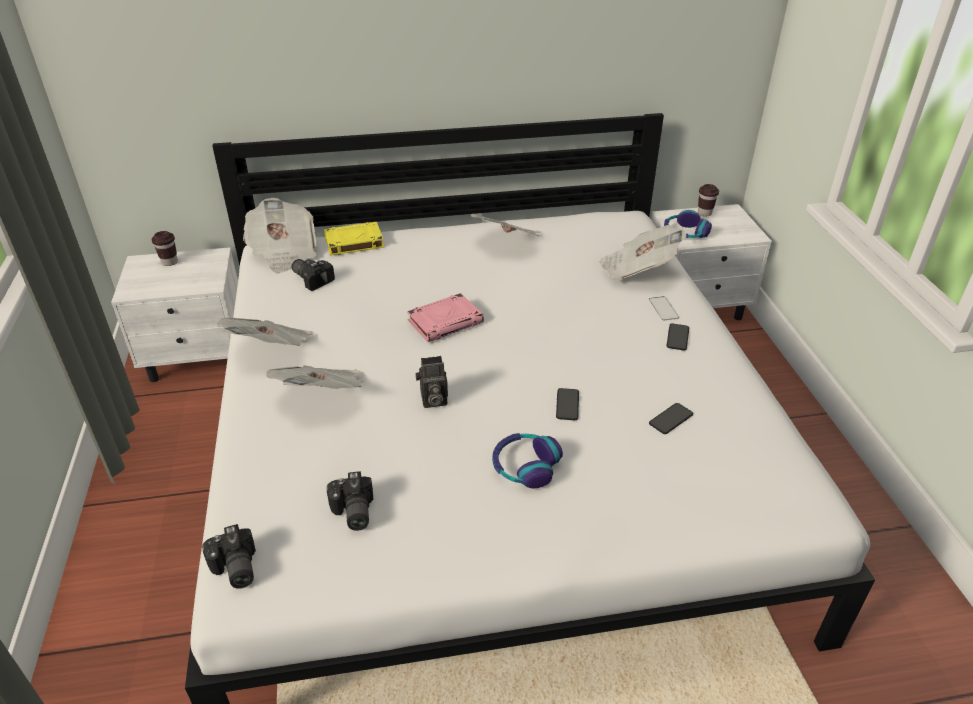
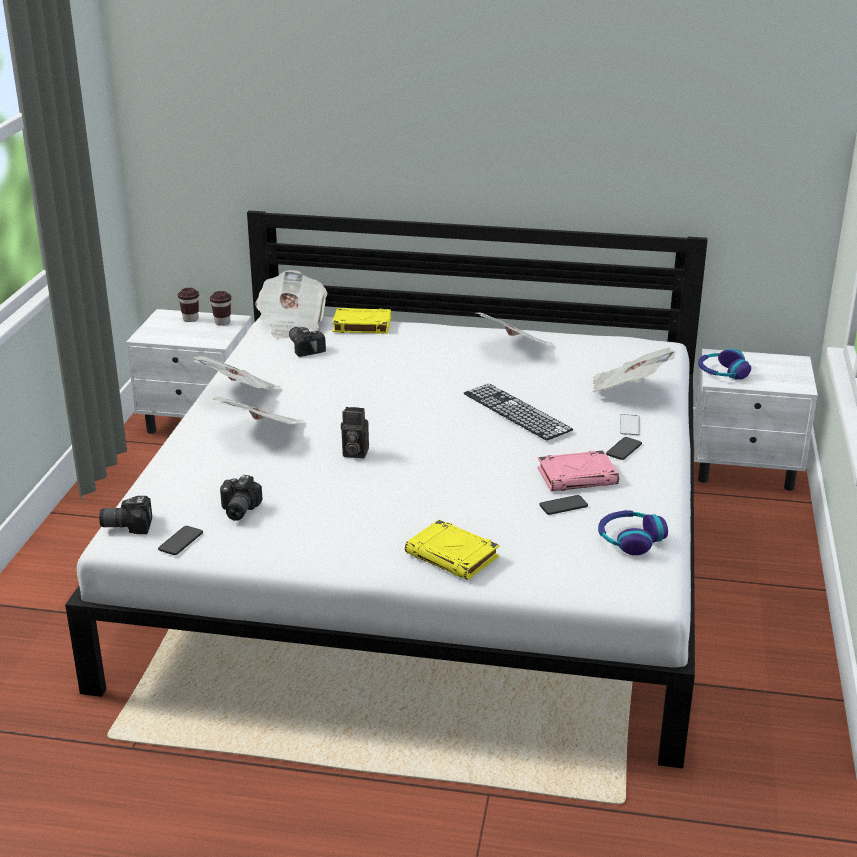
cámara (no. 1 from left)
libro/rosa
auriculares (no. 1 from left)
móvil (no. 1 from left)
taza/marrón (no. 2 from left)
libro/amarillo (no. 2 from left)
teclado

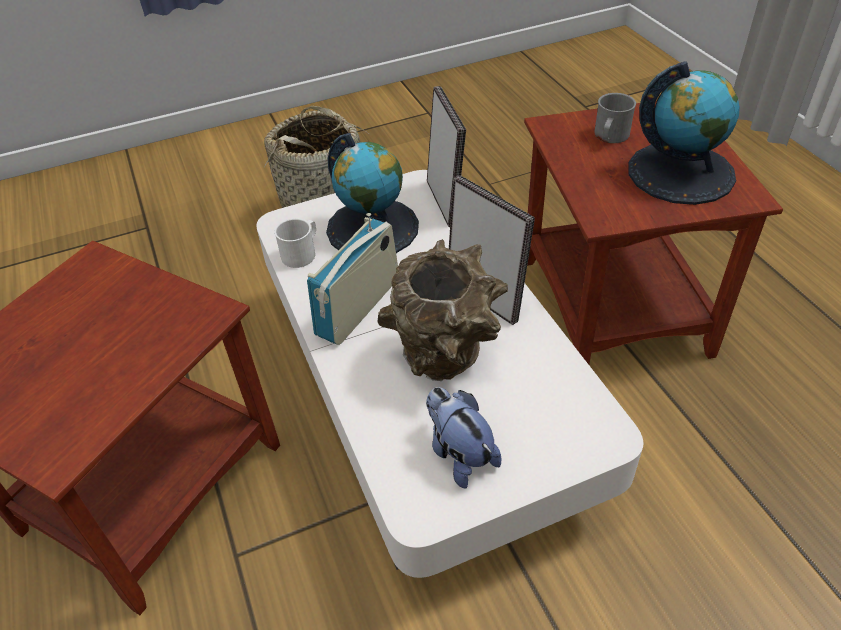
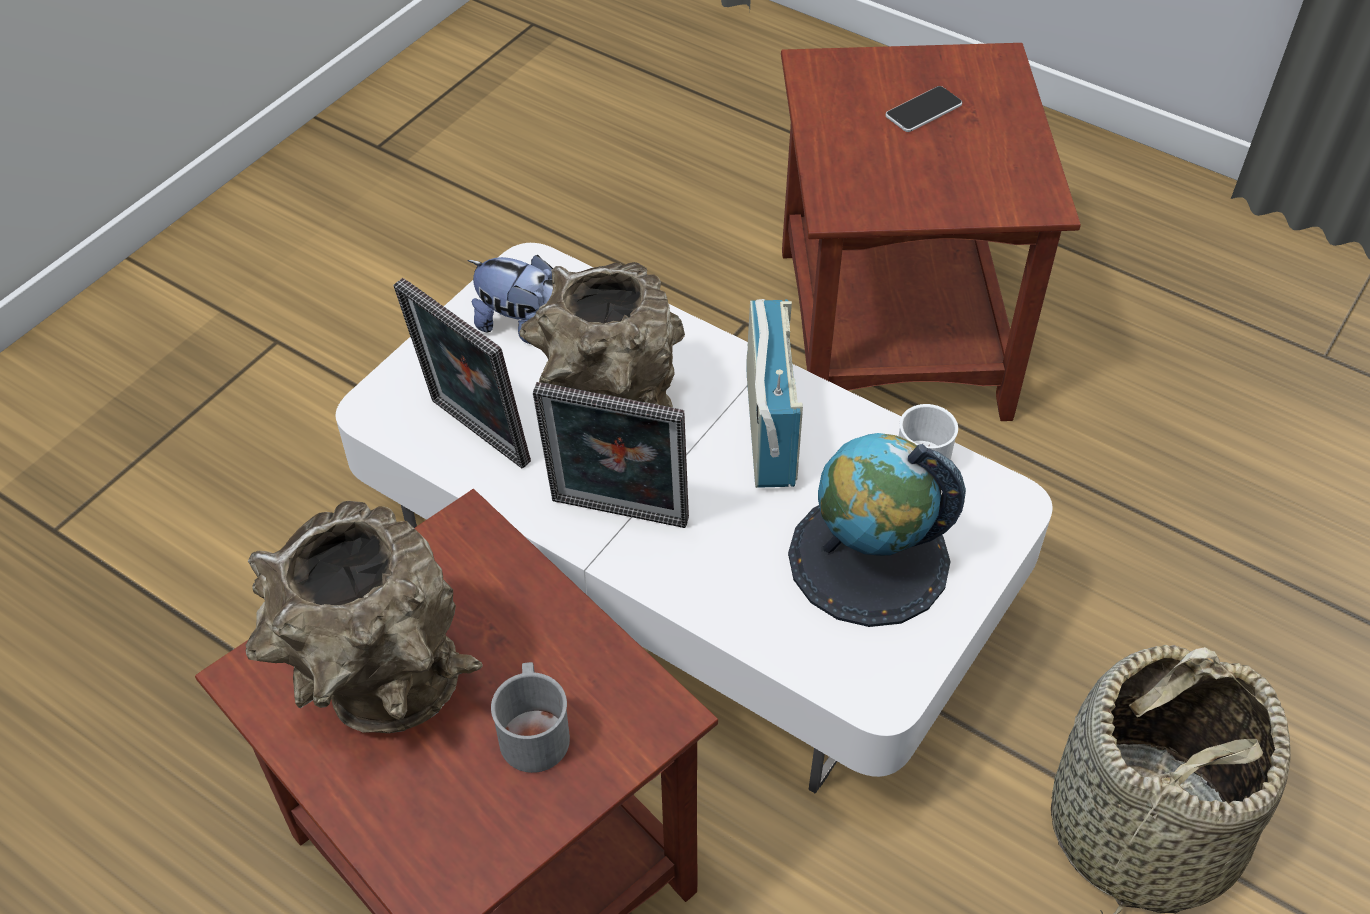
portarretratos (no. 1 from left)
florero/marrón (no. 1 from left)
móvil

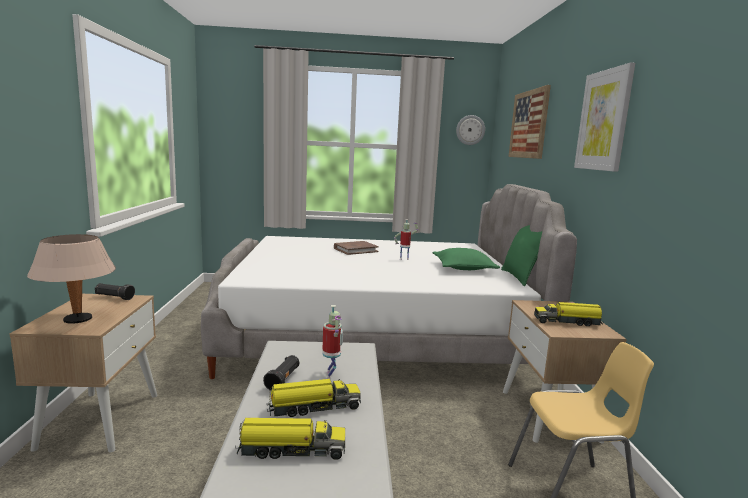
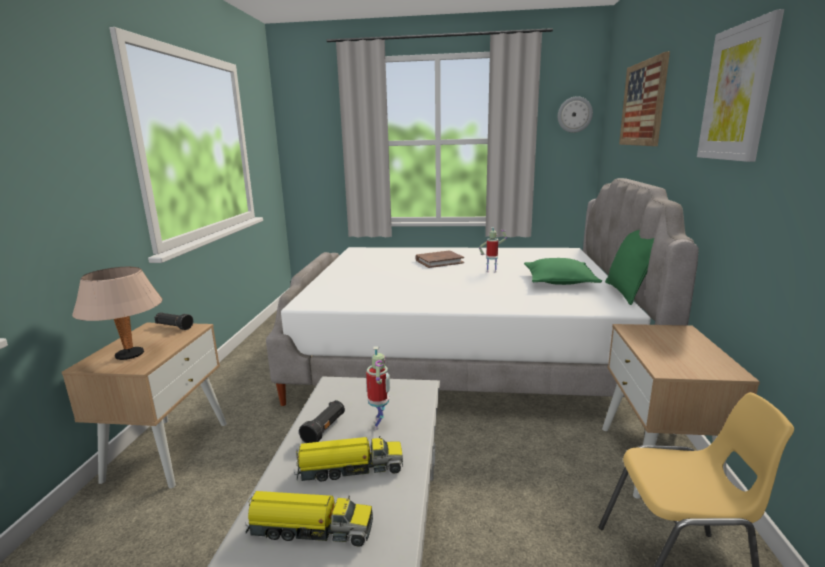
camión de juguete (no. 3 from left in the first image)

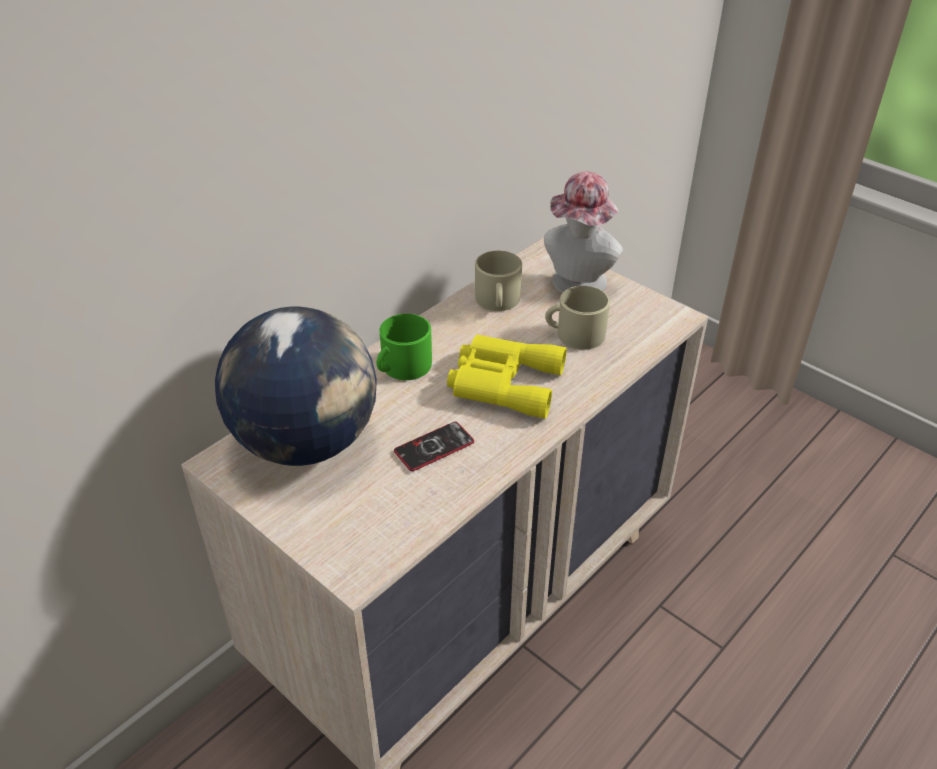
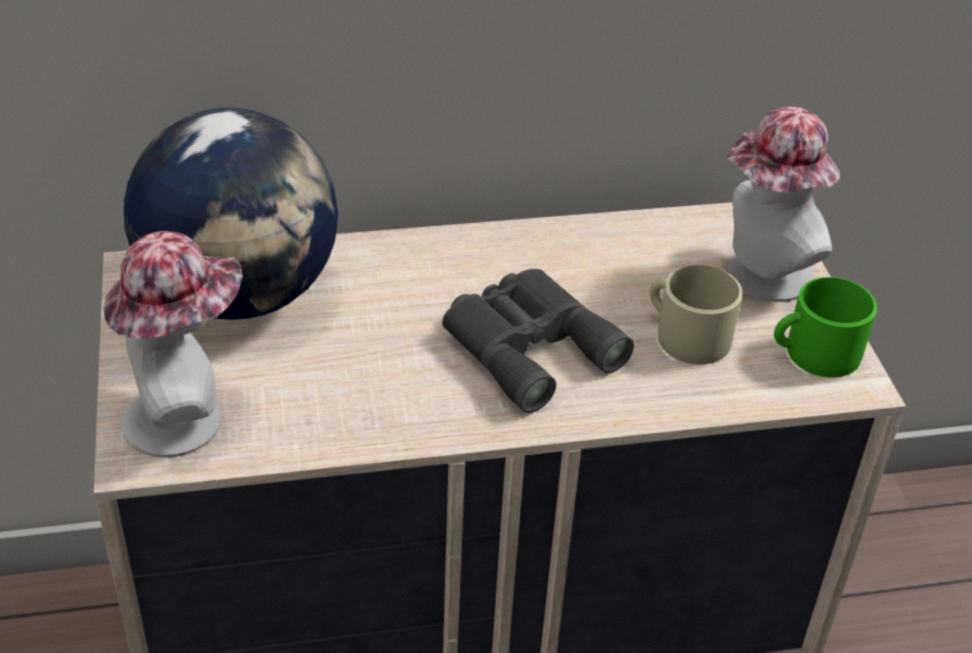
taza grande/verde
móvil
prismáticos/gris
taza grande/beis (no. 1 from left in the first image)
sombrero (no. 1 from left)

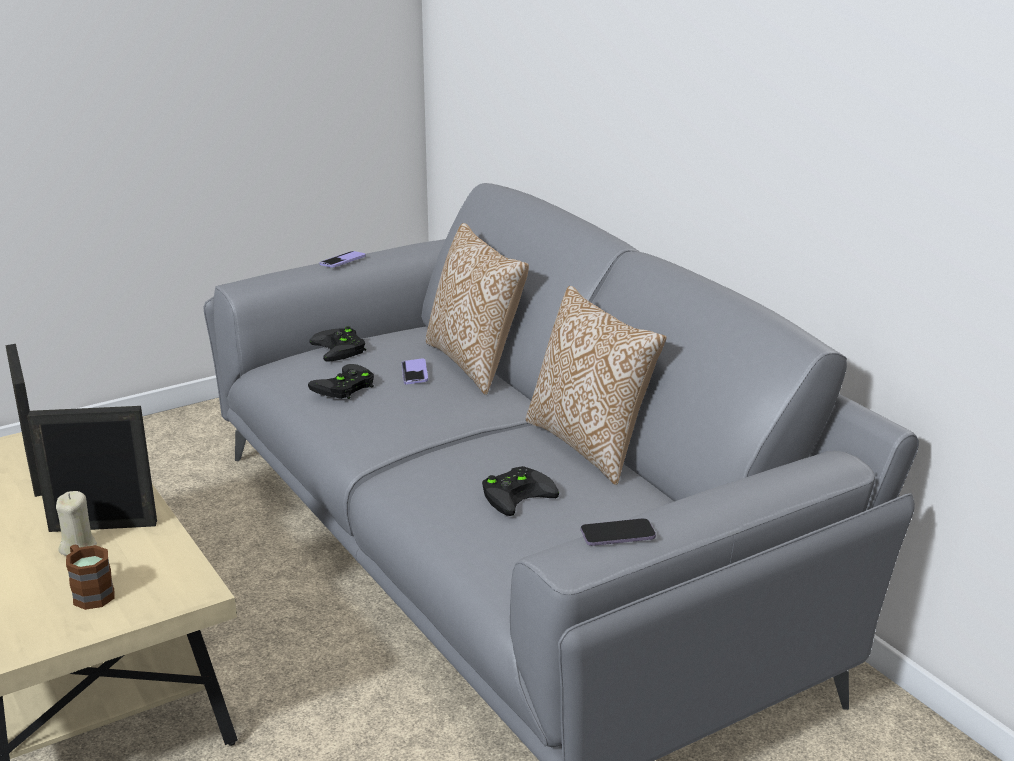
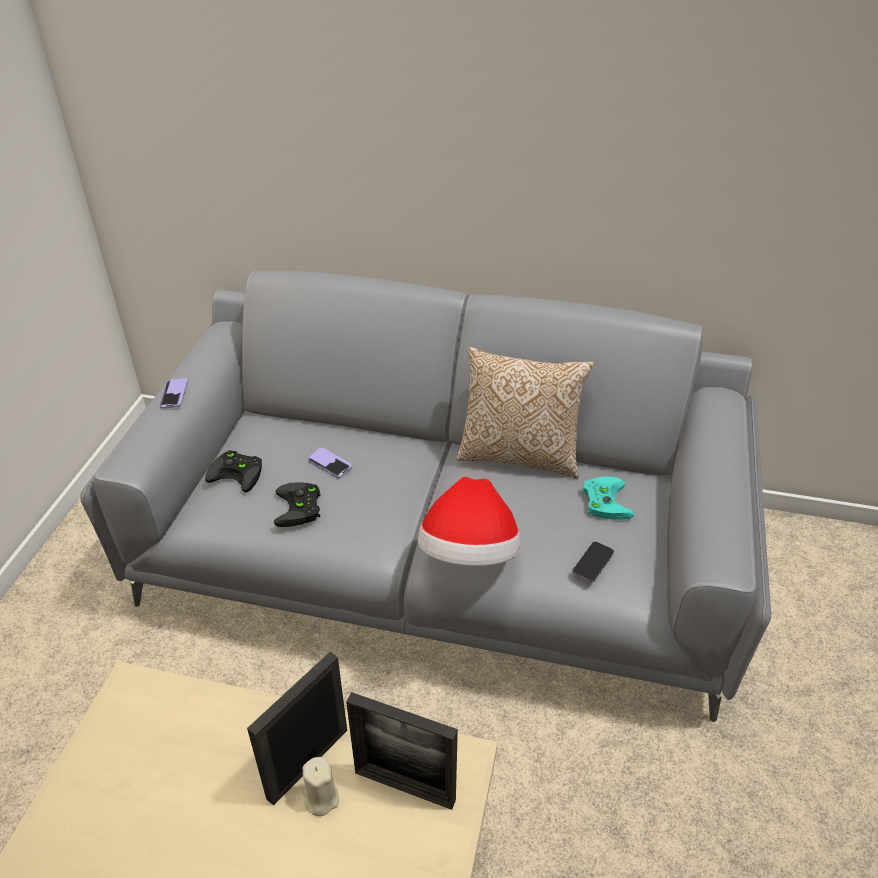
portarretratos (no. 2 from left)
taza grande/marrón
cojín (no. 1 from left in the first image)
mando de consola/negro (no. 3 from left in the first image)
móvil (no. 3 from left)
sombrero
mando de consola/turquesa

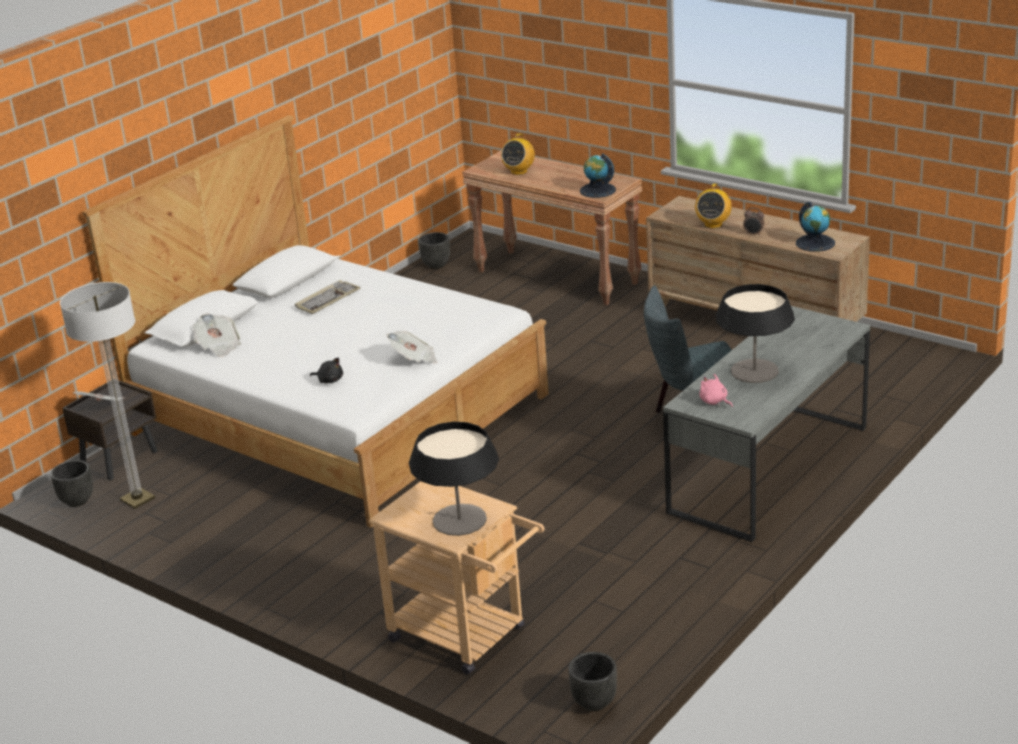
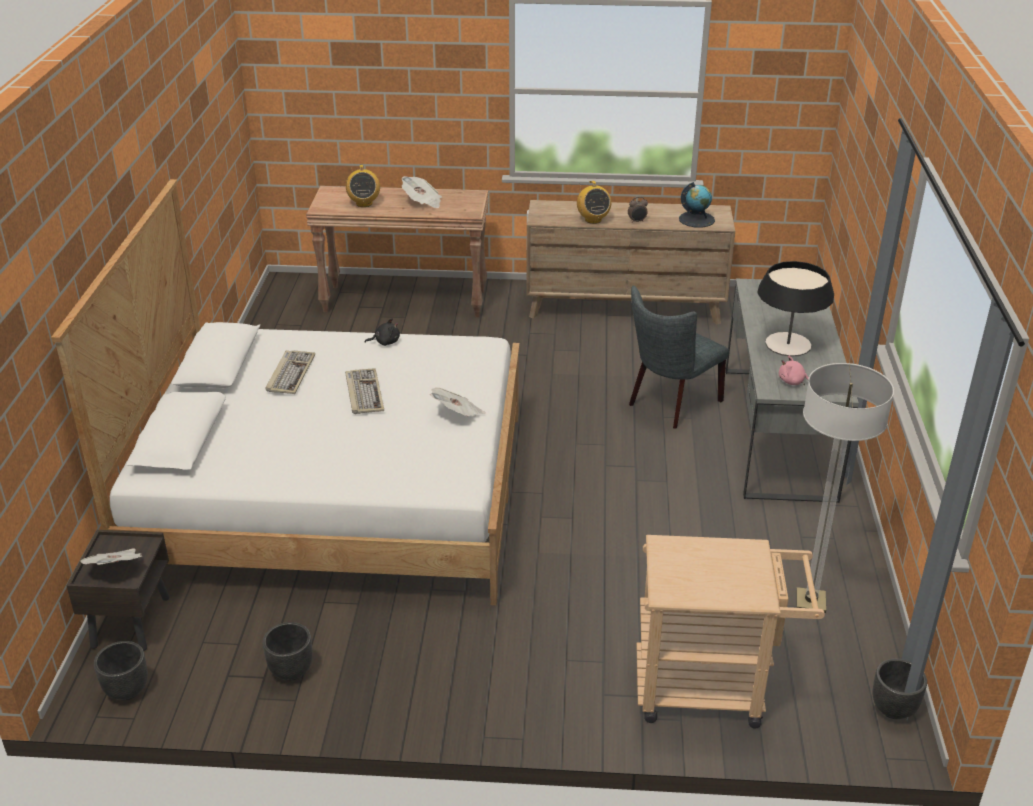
lámpara de pie
periódico (no. 2 from left)
peluche/negro
lámpara de mesa (no. 1 from left in the first image)
maceta/negro (no. 2 from left)
globo terráqueo (no. 1 from left in the first image)
teclado (no. 2 from left)

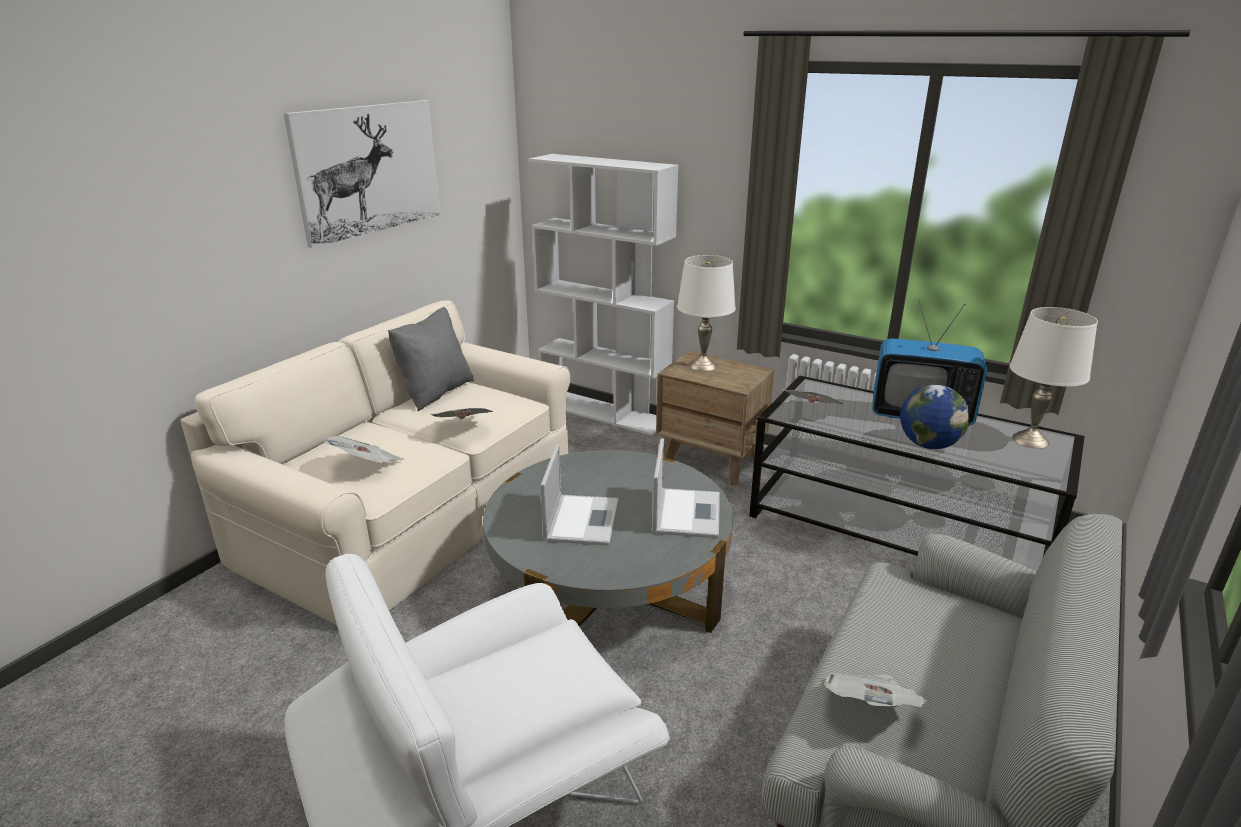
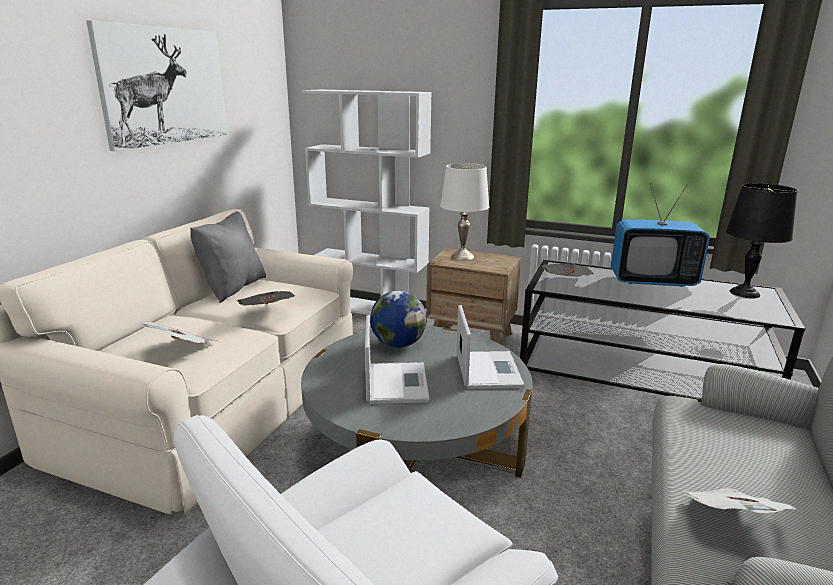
globo terráqueo
lámpara de mesa/negro

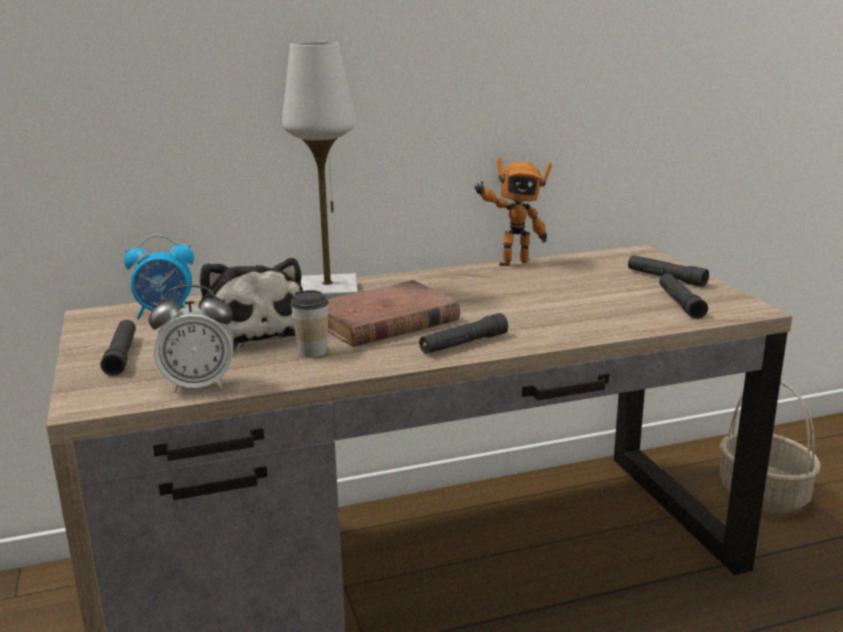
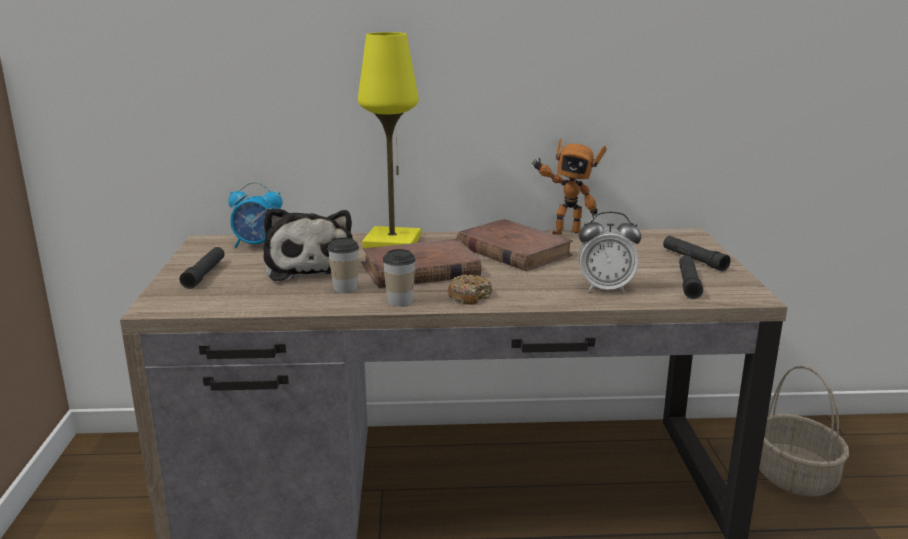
despertador (no. 2 from left)
lámpara de mesa/amarillo
rosquilla
taza (no. 2 from left)
libro/marrón (no. 2 from left)

